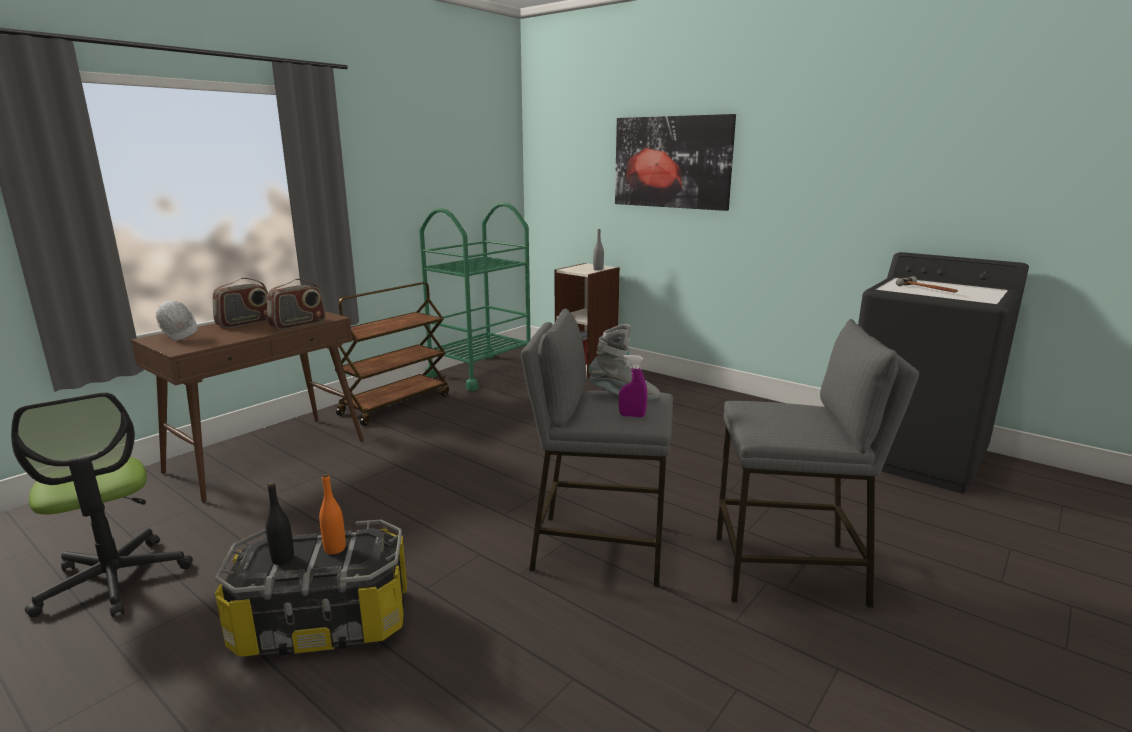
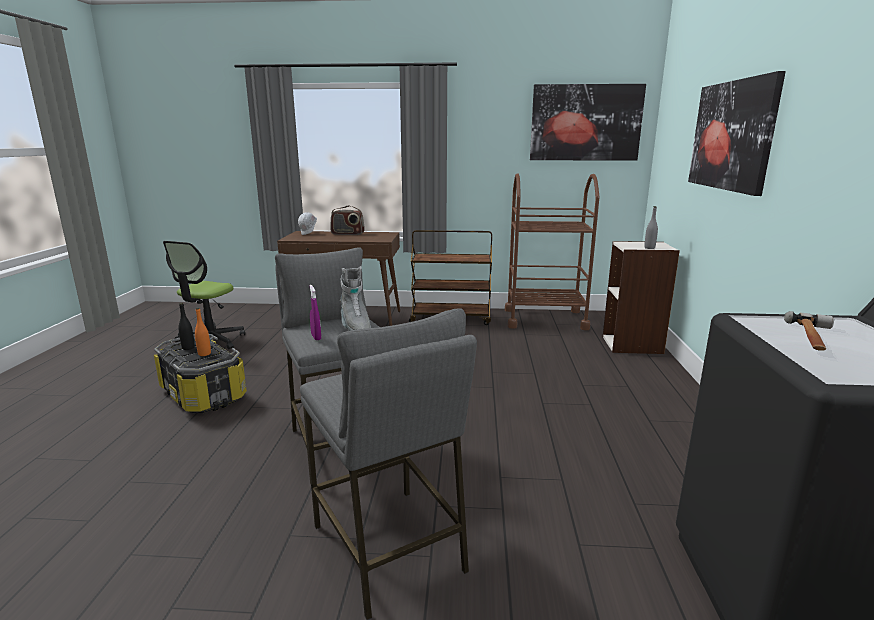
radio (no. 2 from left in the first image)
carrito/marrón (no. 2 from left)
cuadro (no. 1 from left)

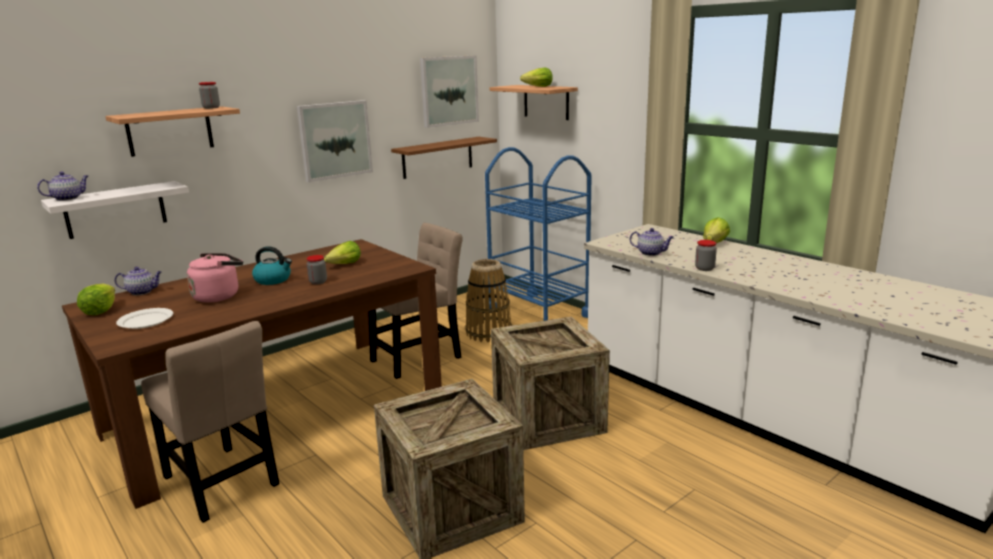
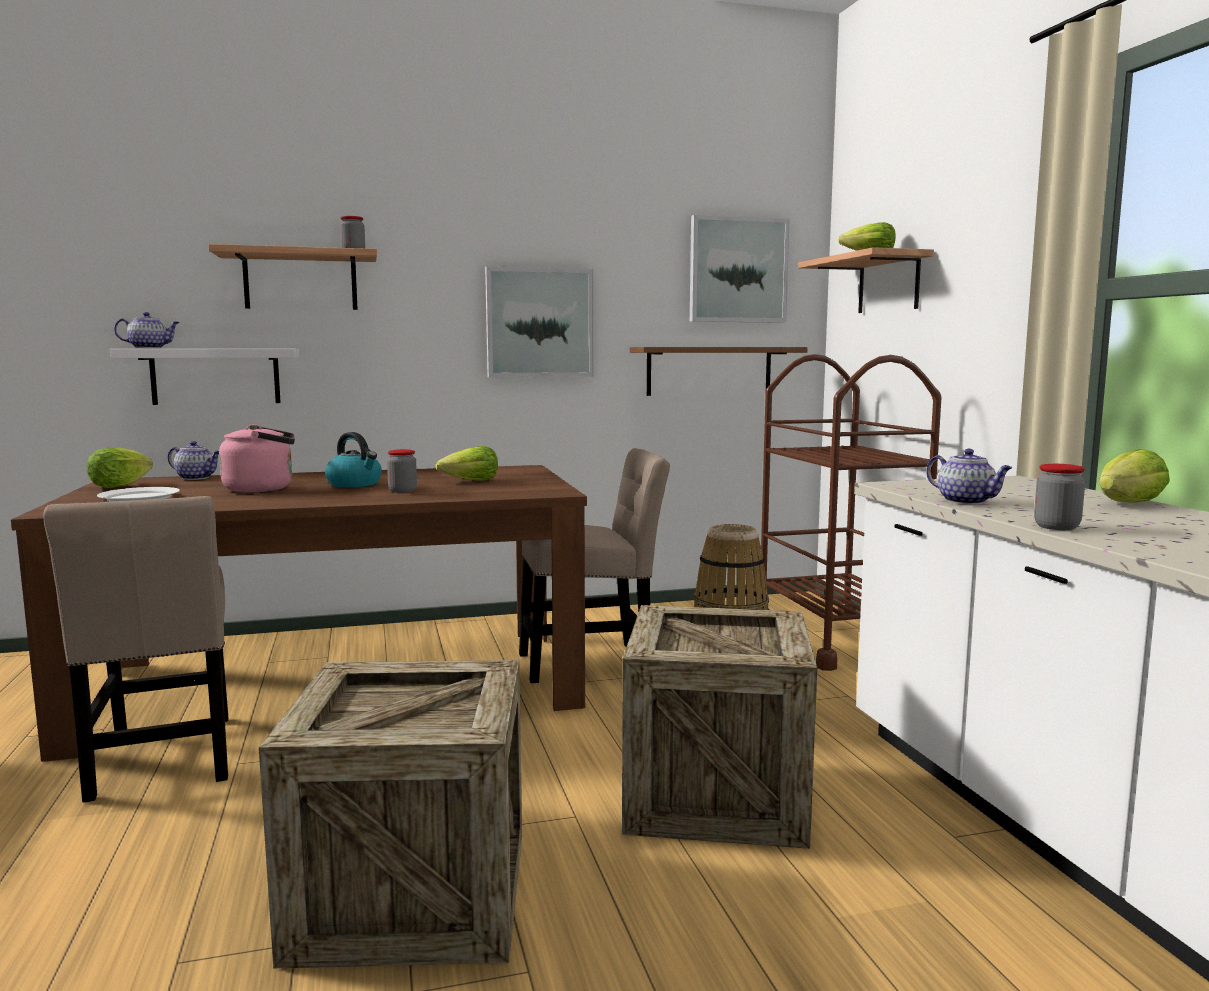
carrito/marrón

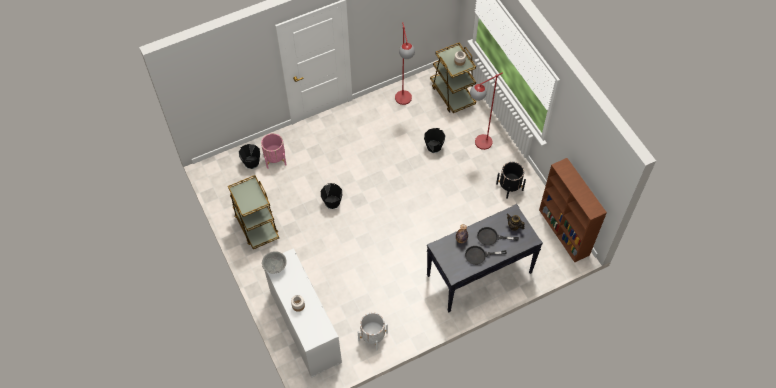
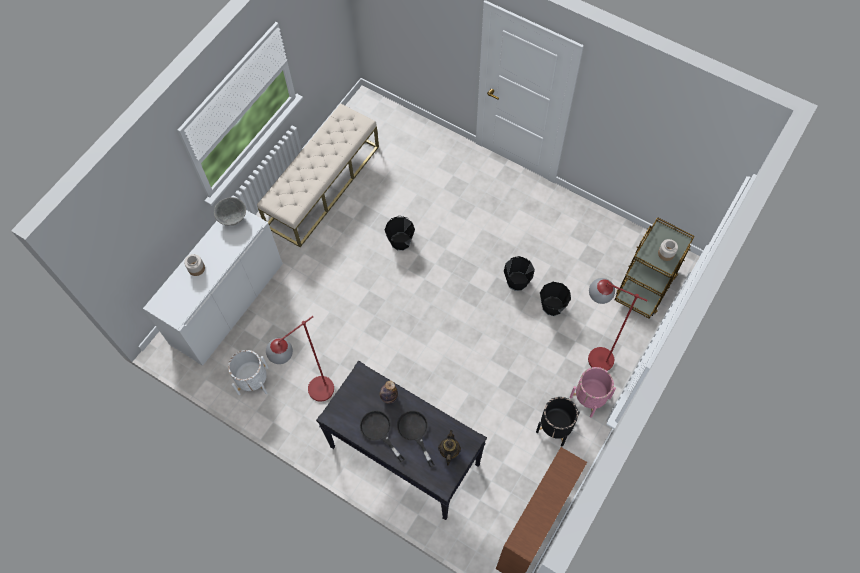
banco/beis
cubo/negro (no. 2 from left)
maceta/rosa
lámpara de pie/rojo (no. 1 from left)

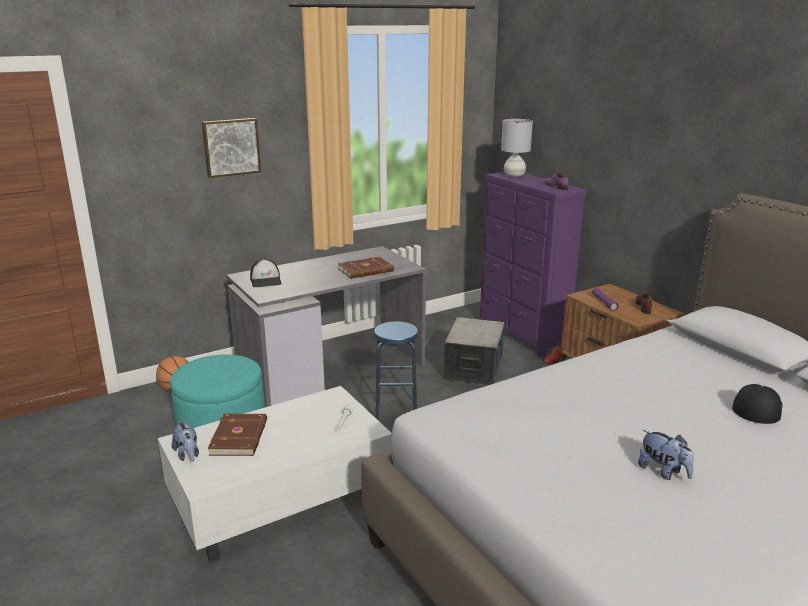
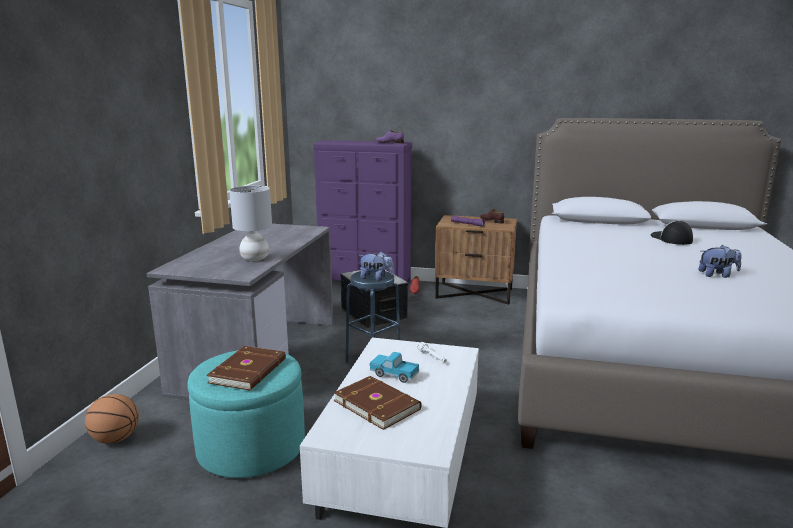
peluche (no. 1 from left)
cuadro
gorra (no. 1 from left in the first image)
libro/marrón (no. 1 from left)
lámpara de mesa/gris
camión de juguete

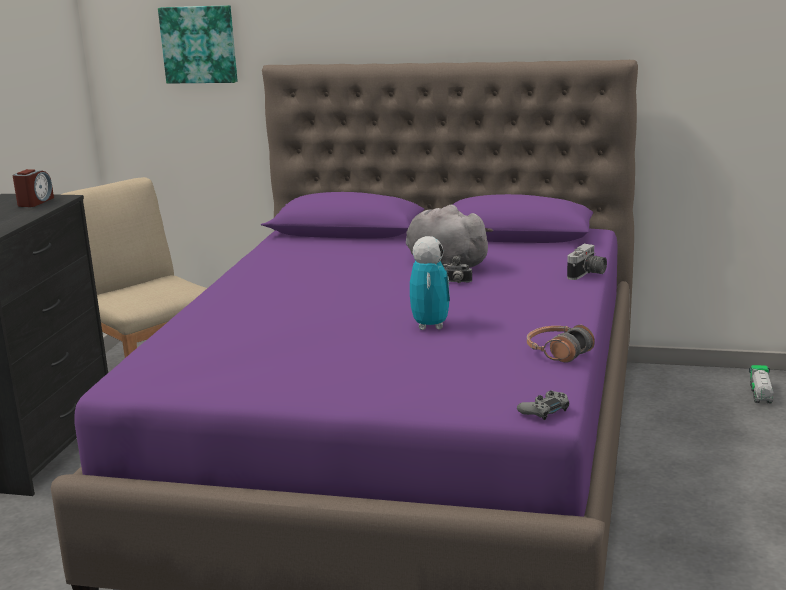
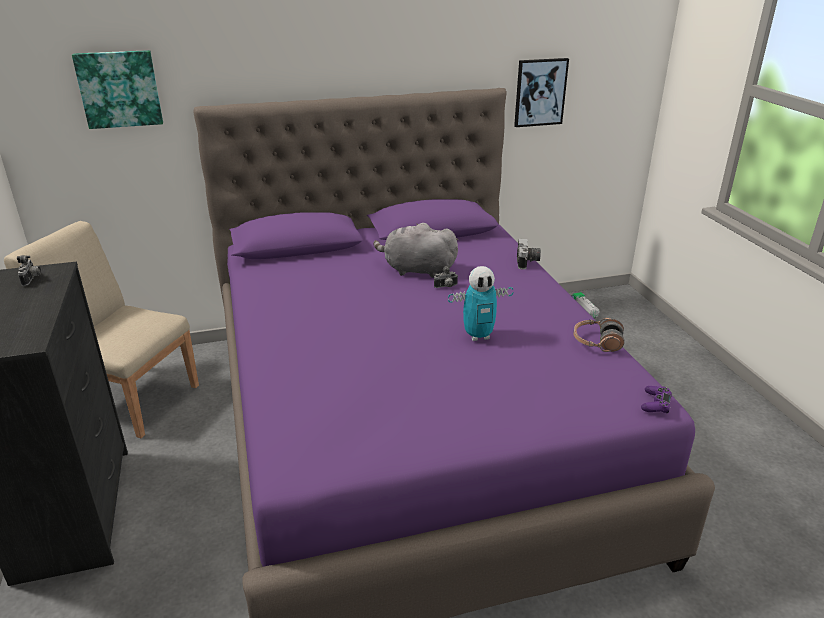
cámara (no. 1 from left)
robot de juguete
mando de consola/morado
cuadro (no. 2 from left)

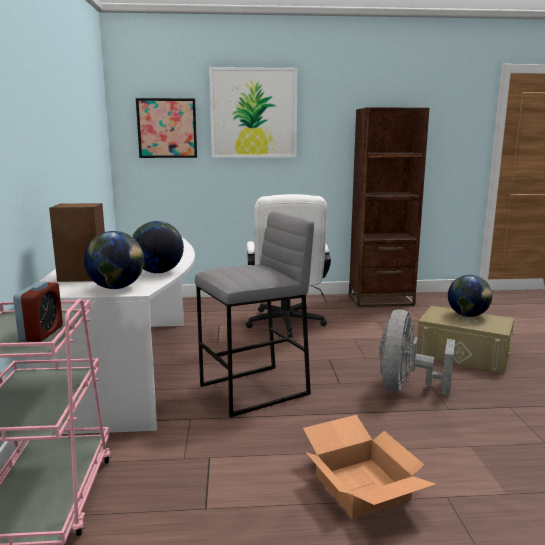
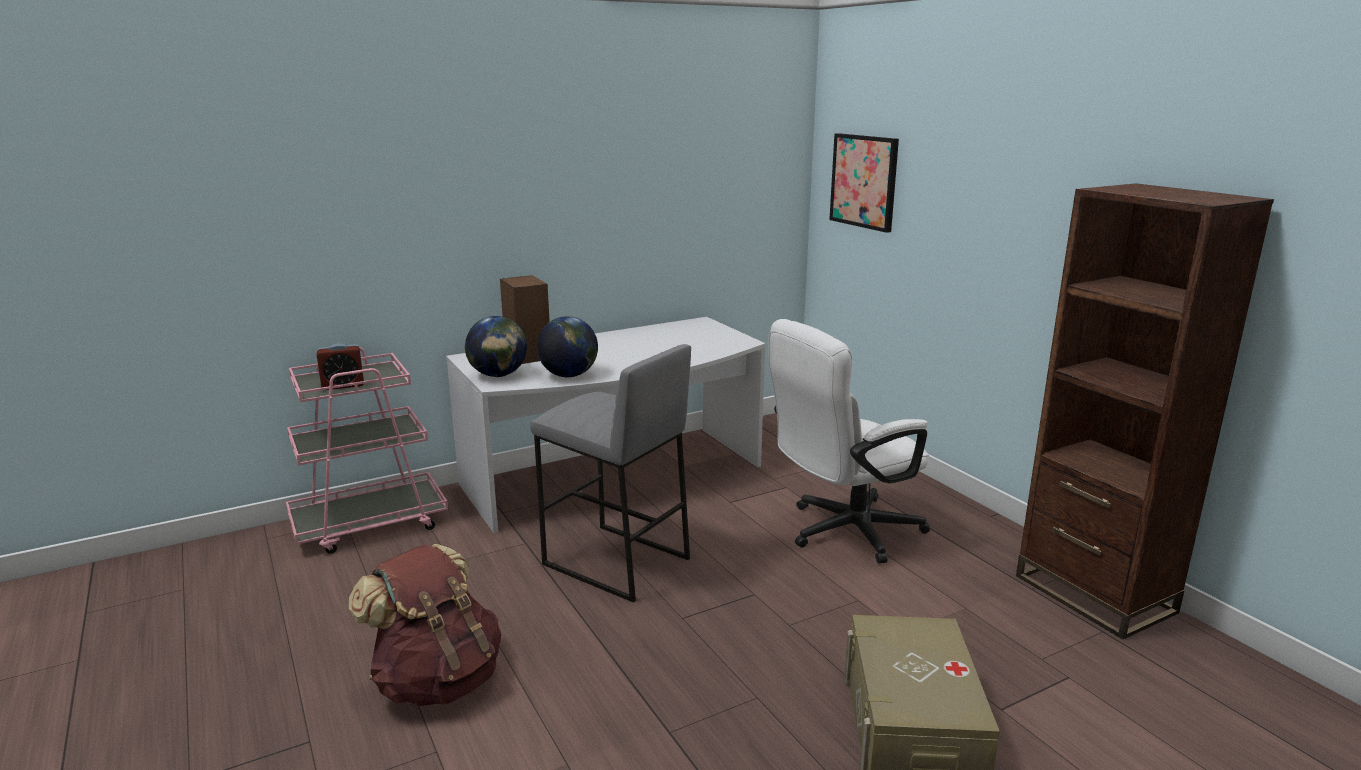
cuadro (no. 2 from left in the first image)
mochila/marrón
ventilador/gris
globo terráqueo (no. 3 from left in the first image)

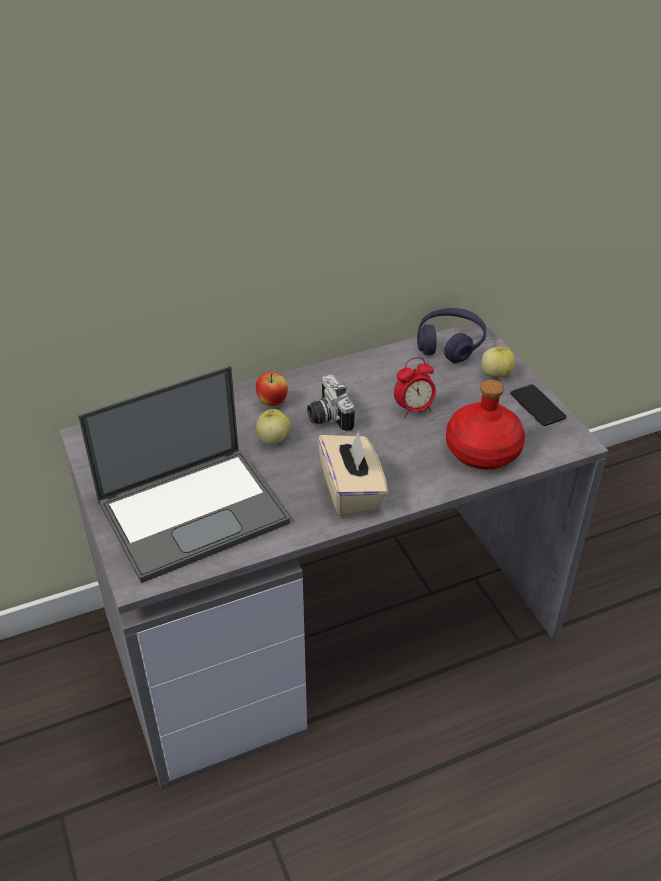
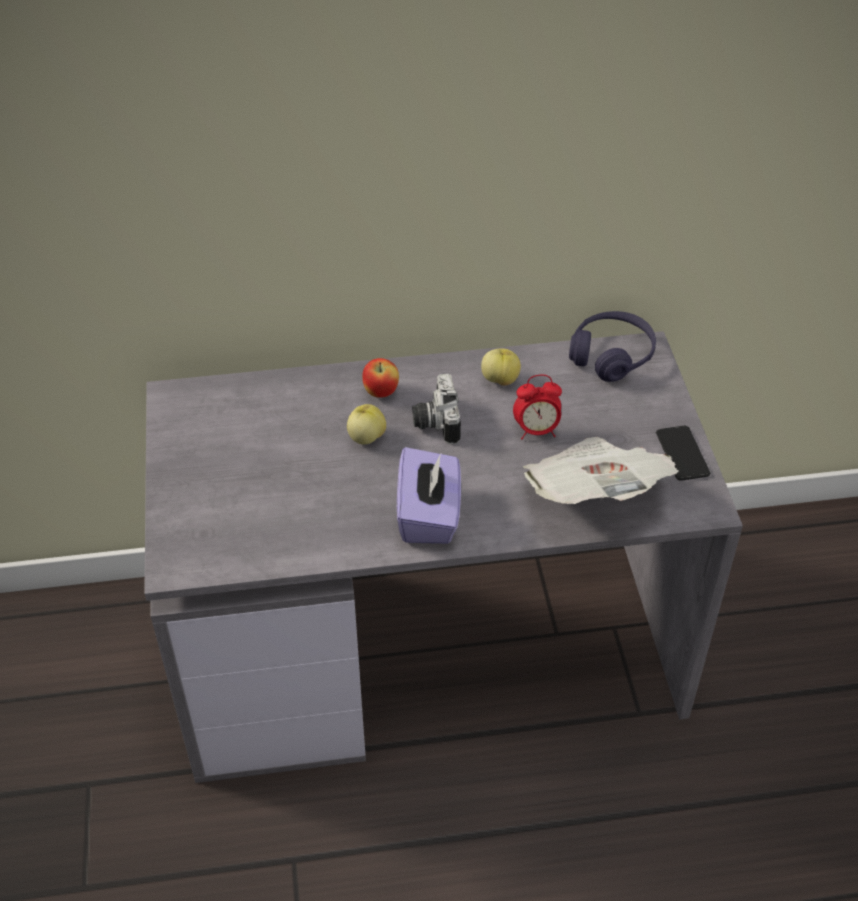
portátil
caja de pañuelos/morado
periódico
manzana (no. 3 from left)

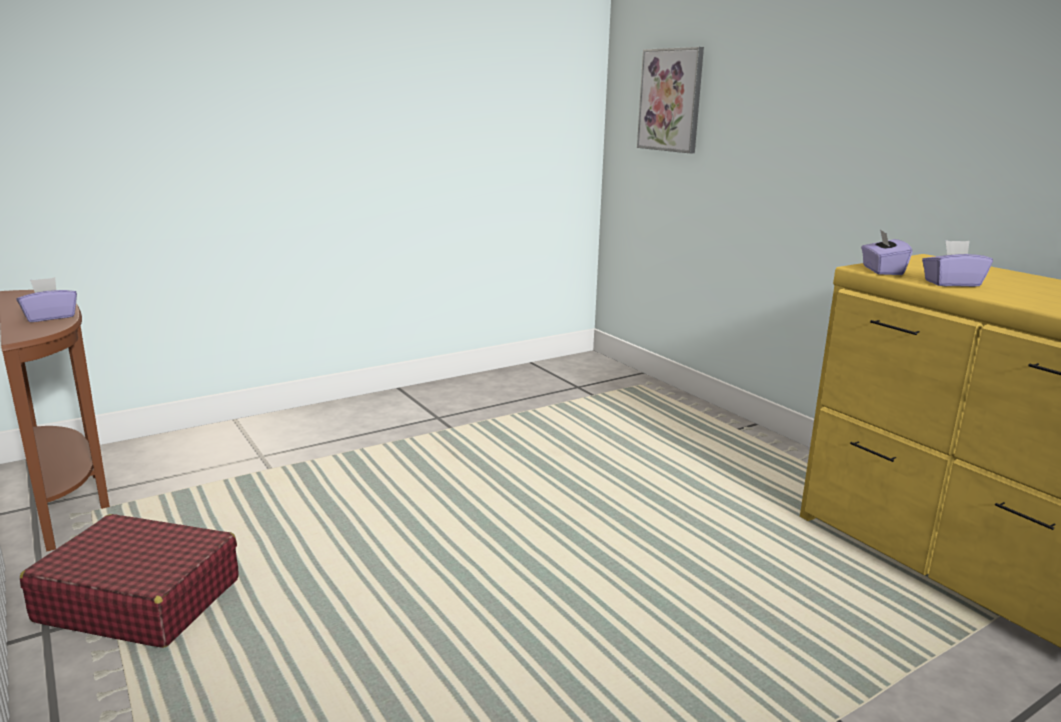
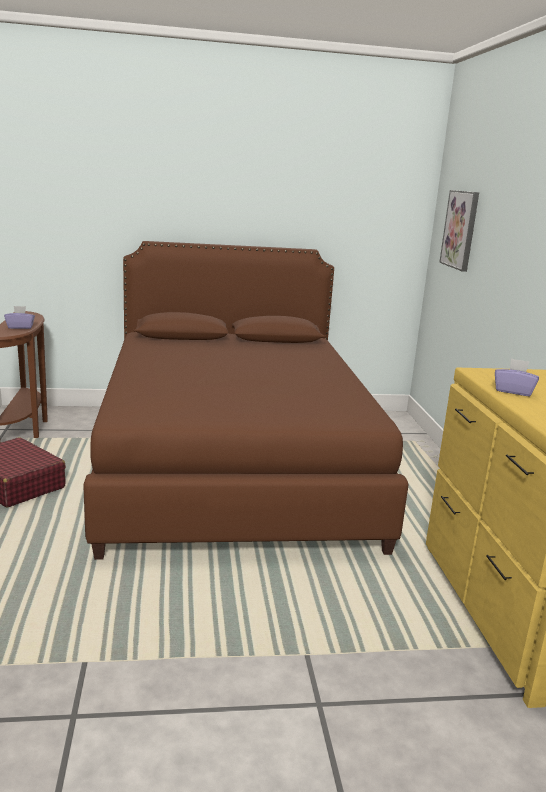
caja de pañuelos/morado (no. 2 from left in the first image)
cama/marrón

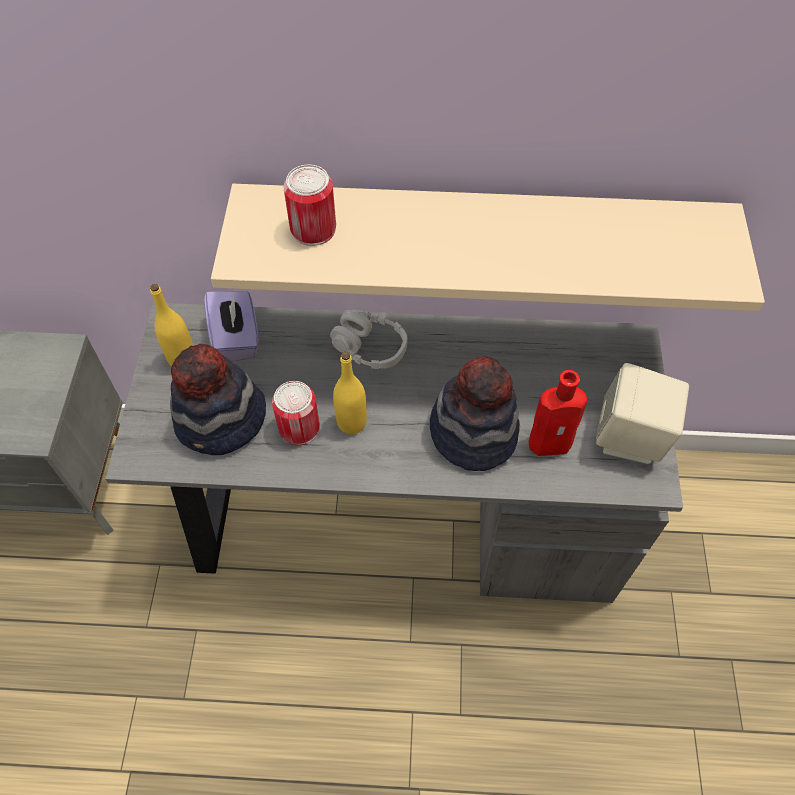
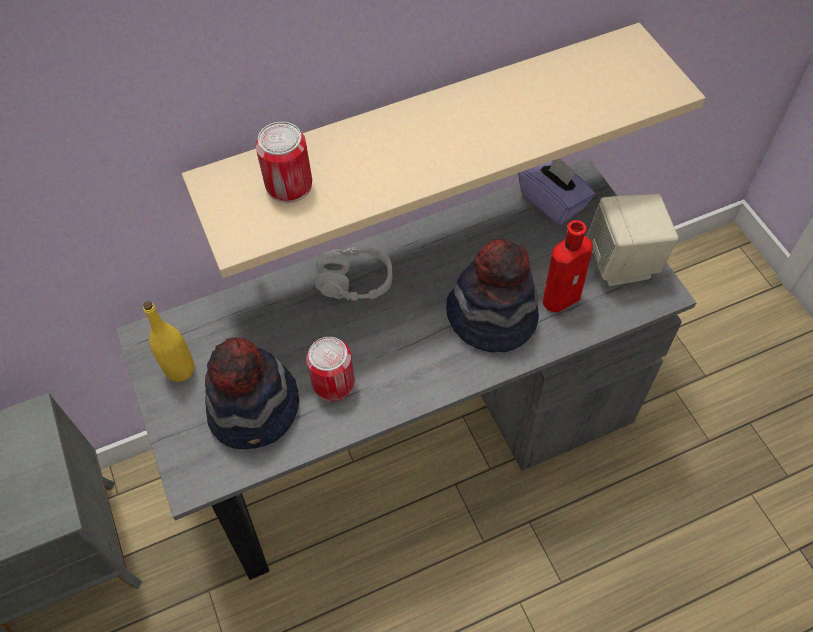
caja de pañuelos/morado
botella/amarillo (no. 2 from left in the first image)

